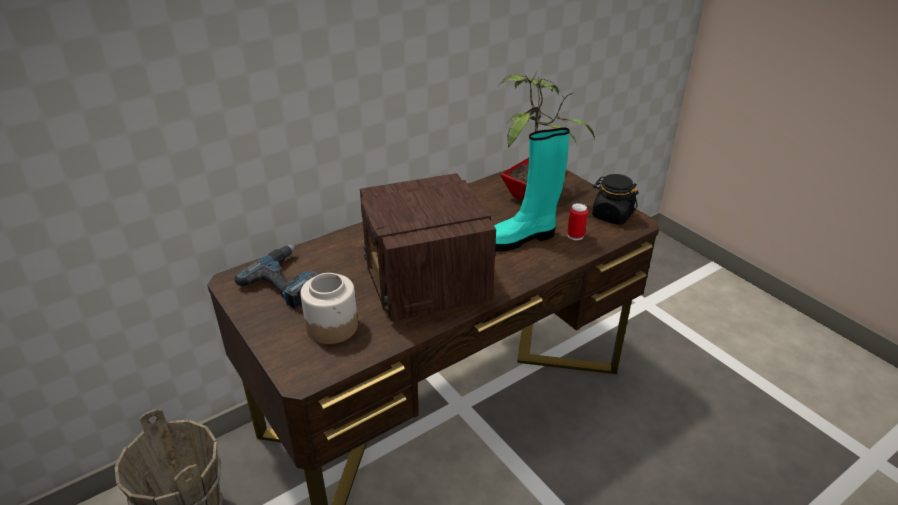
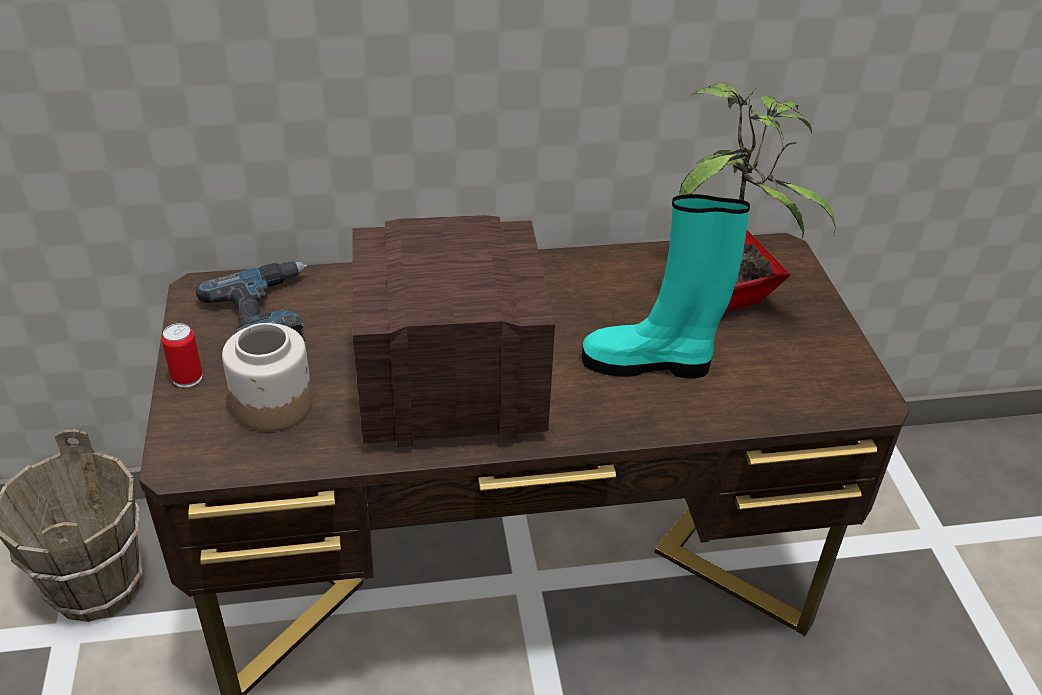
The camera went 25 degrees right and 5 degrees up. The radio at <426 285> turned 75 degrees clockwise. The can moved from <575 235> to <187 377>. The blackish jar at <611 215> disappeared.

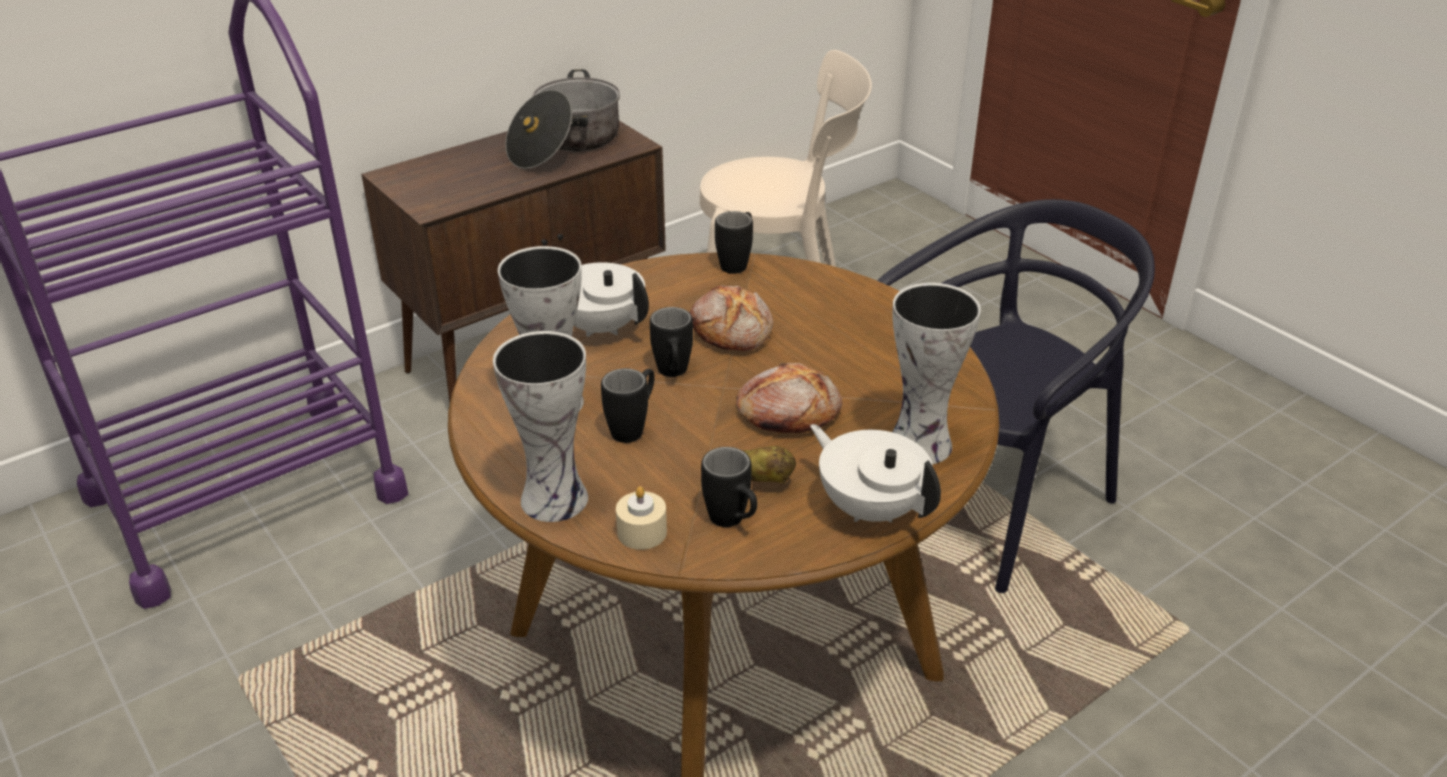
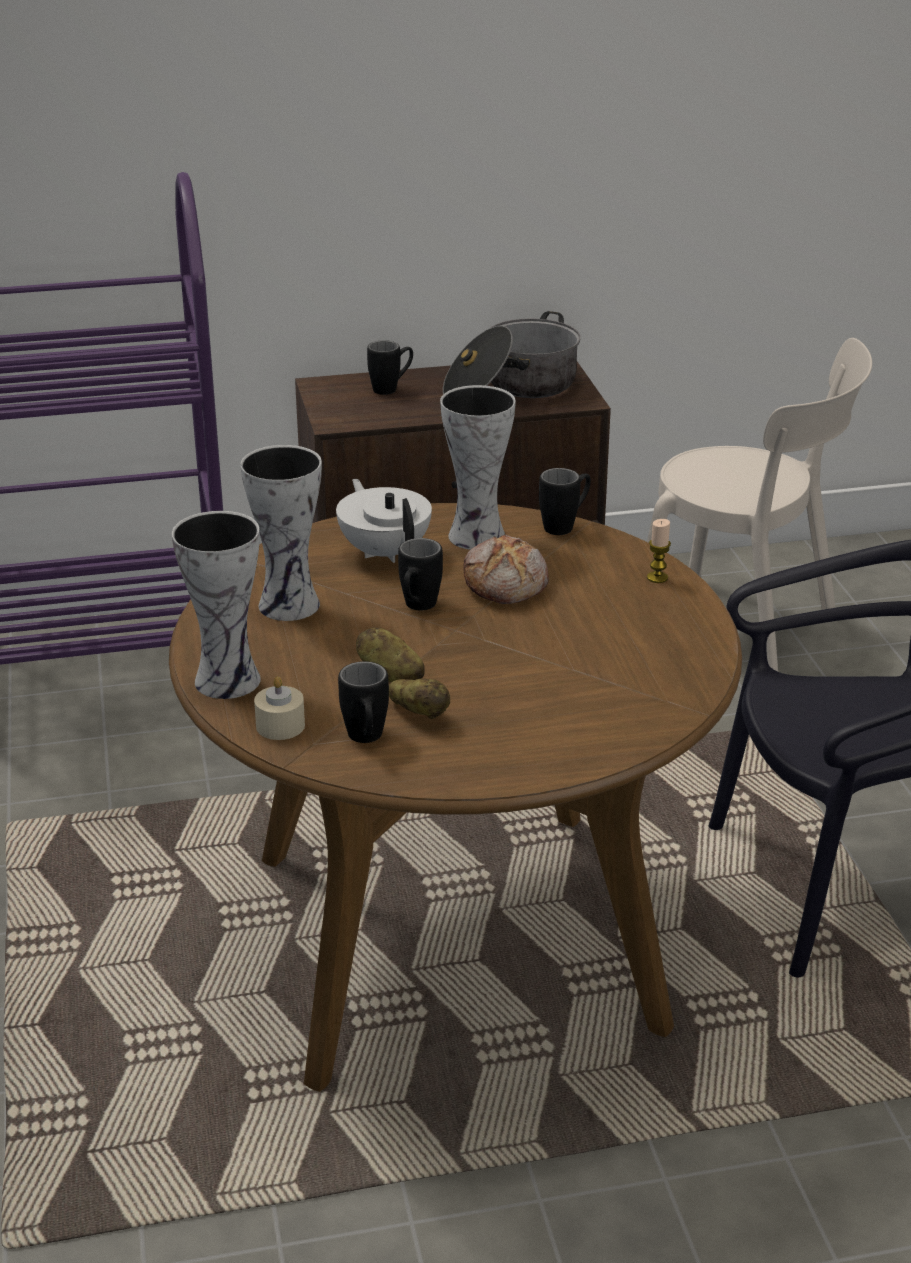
The camera went 25 degrees right and 5 degrees down. The blackish tea mug moved from <633 427> to <391 388>. The bakery bread at <787 412> disappeared. The white-coloured teapot at <870 507> disappeared. The vase moved from <919 446> to <475 537>. The whole potato at <389 674> appeared. The candle at <657 577> appeared.

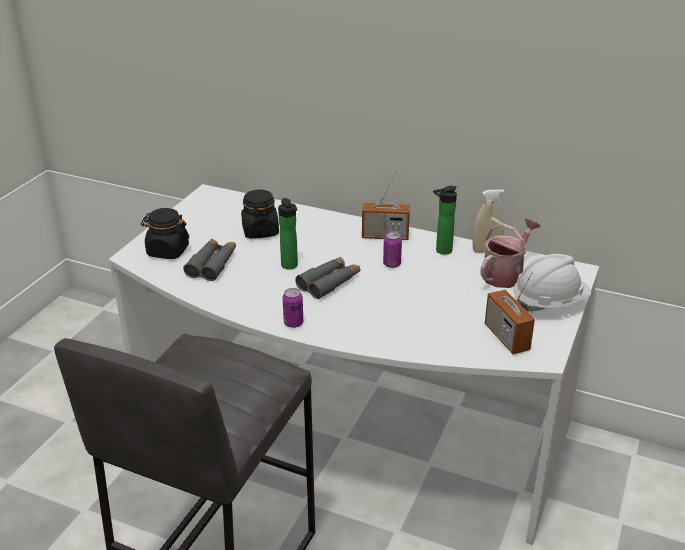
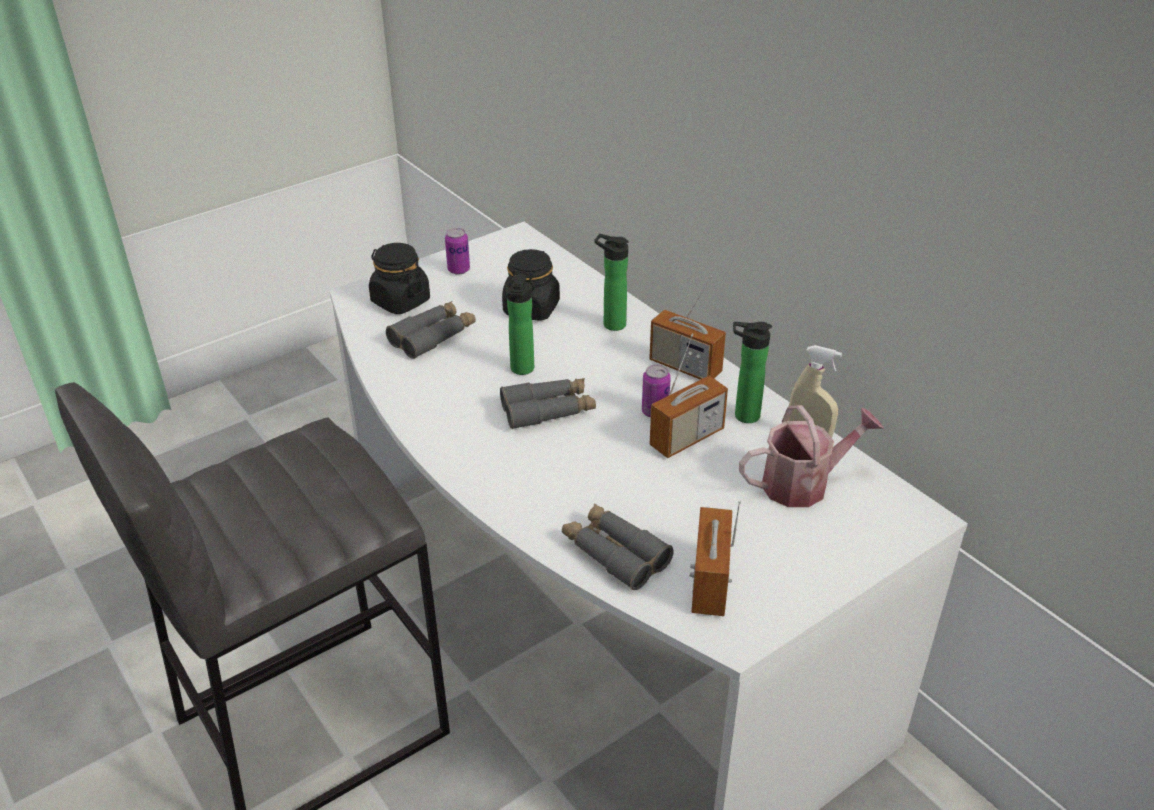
The camera went 30 degrees right and 5 degrees up. The can moved from <293 323> to <458 270>. The white-coloured work helmet at <549 303> disappeared. The greyish field glasses at <614 553> appeared. The drink bottle at <611 324> appeared. The radio at <687 438> appeared.

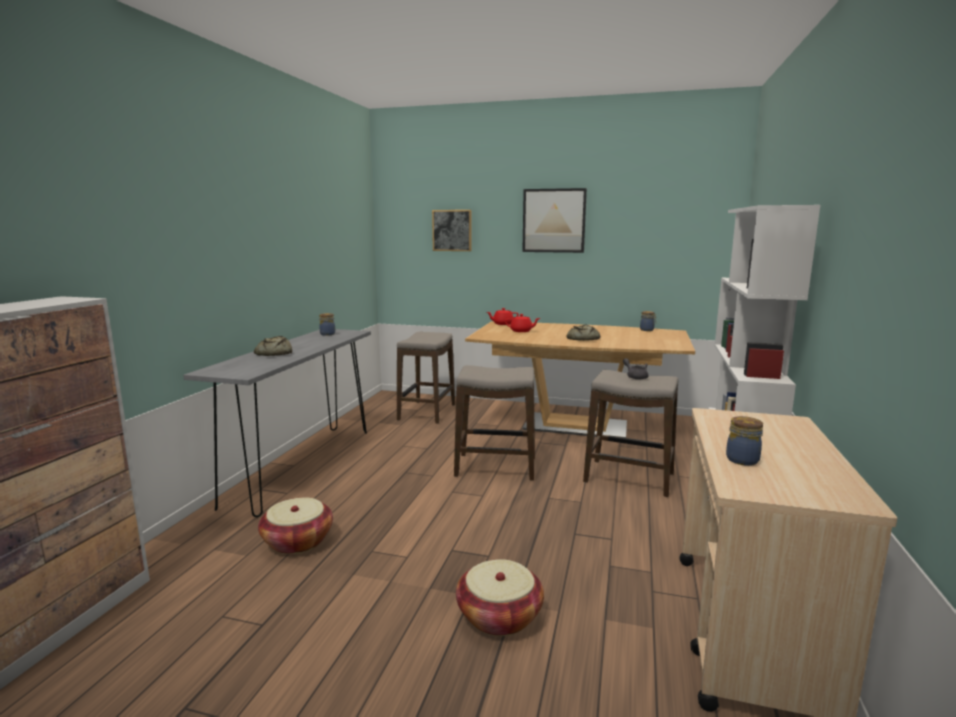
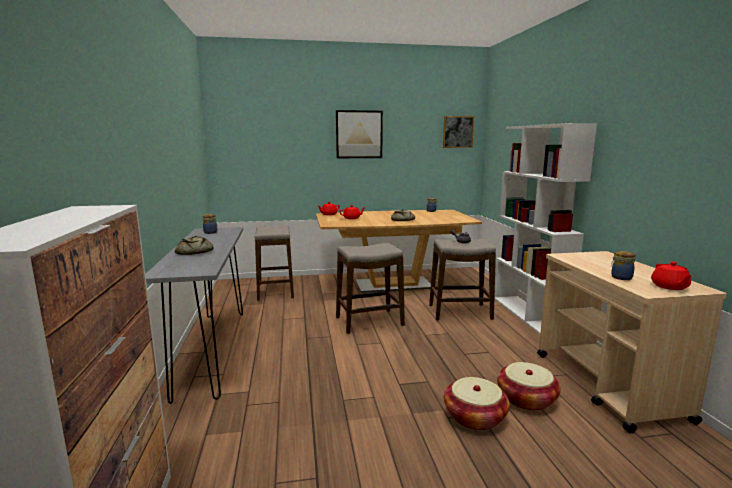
The camera went 25 degrees left and 0 degrees up. The basket moved from <298 541> to <526 399>. The wall picture moved from <452 230> to <458 132>. The reddish teapot at <669 287> appeared.

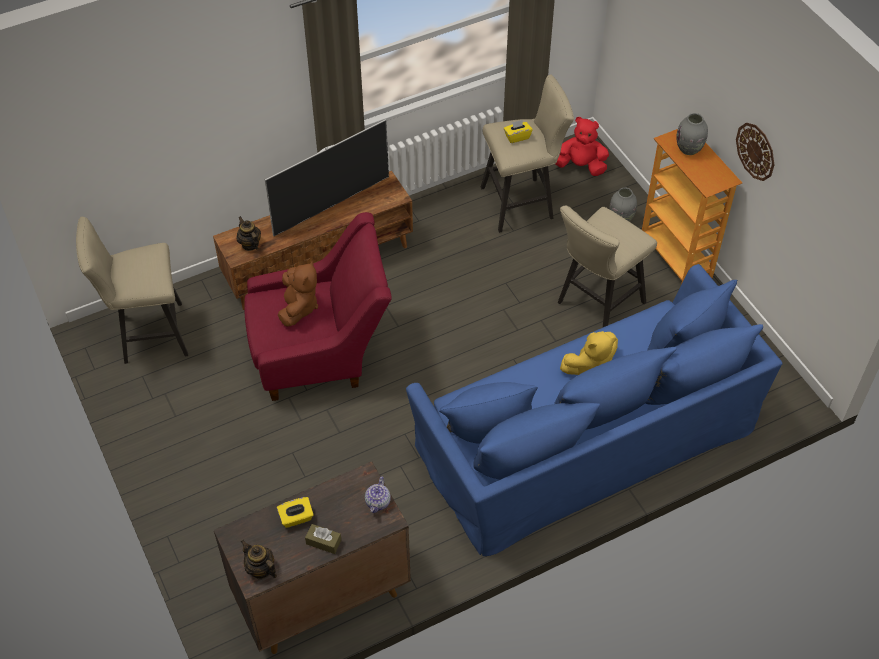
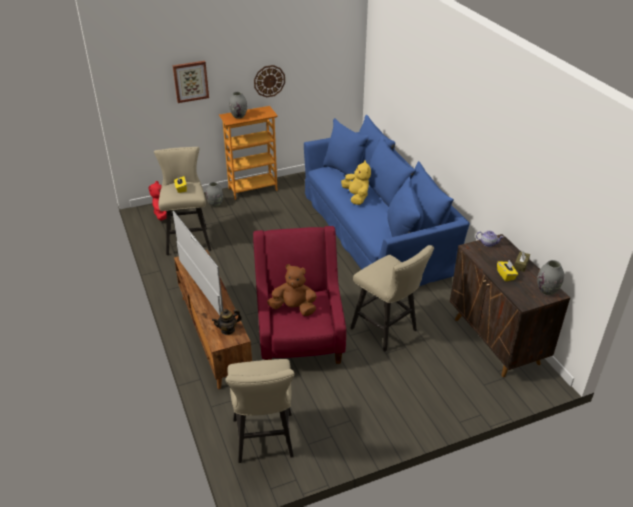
The camera went 85 degrees left and 15 degrees down. The teapot at <260 569> was replaced by the greyish vase at <547 290>. The beige-coloured sitting stool moved from <596 305> to <387 331>. The wall picture at <190 81> appeared.

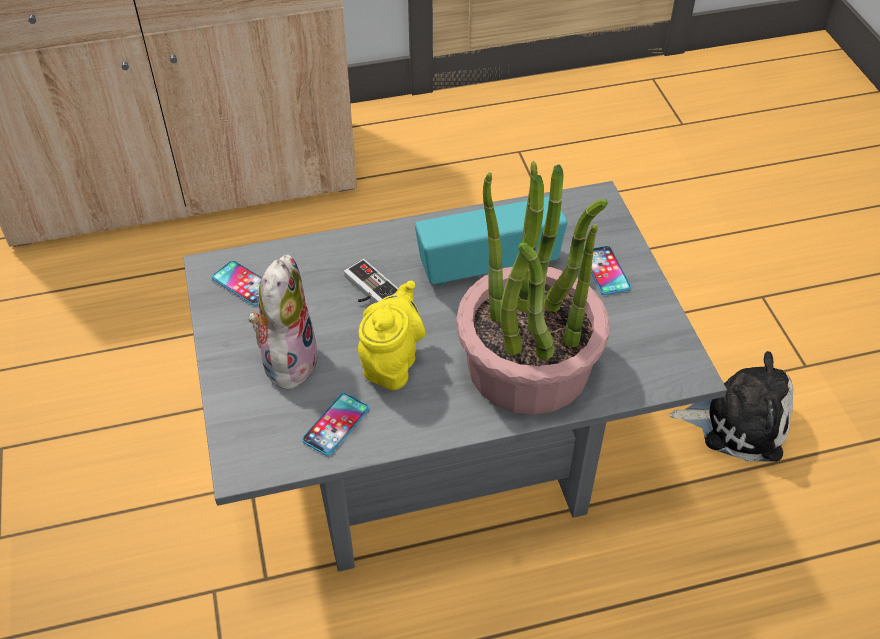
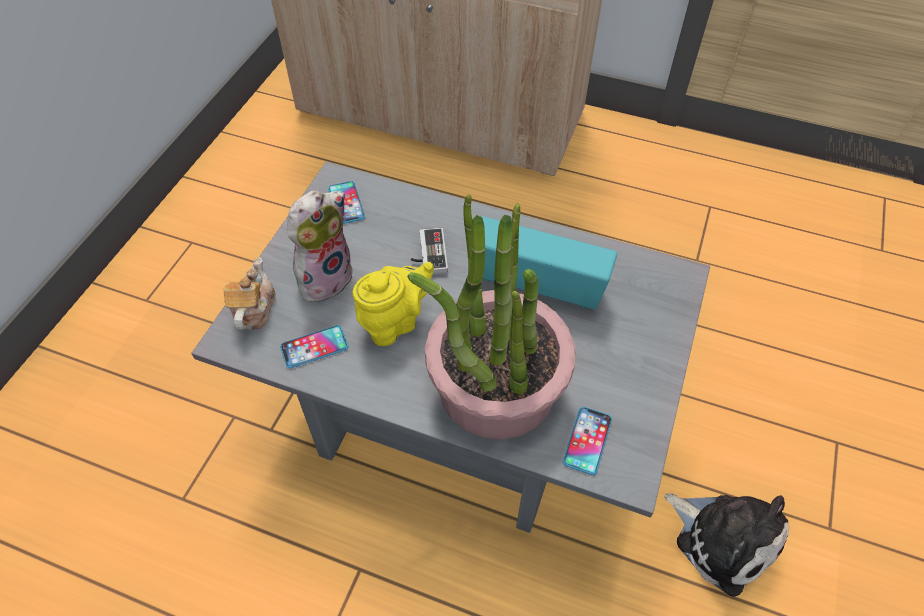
The camera went 35 degrees right and 5 degrees up. The telephone moved from <605 271> to <587 440>. The teapot at <254 309> appeared.

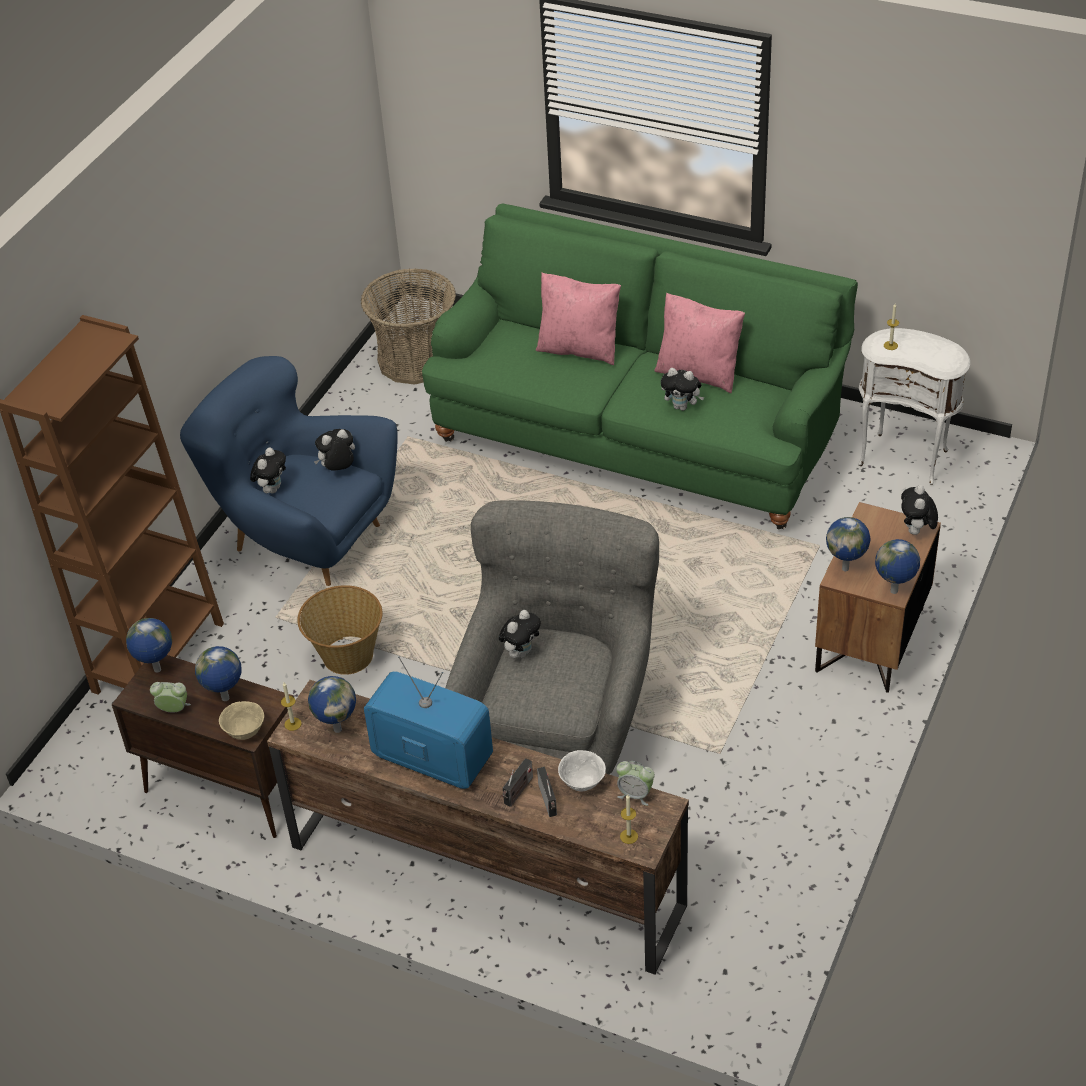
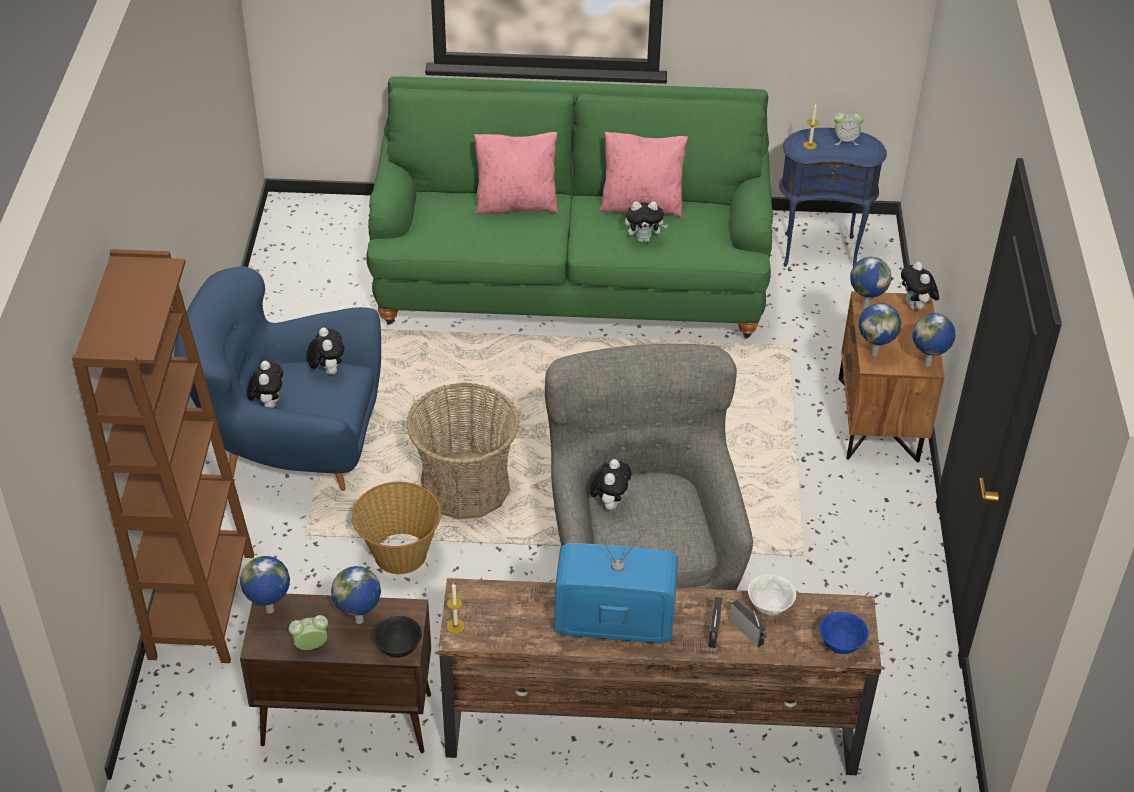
The camera went 25 degrees left and 0 degrees up. The beige-coloured bowl at <244 732> became the blackish bowl at <398 648>. The globe moved from <337 729> to <864 306>. The cuddly toy at <338 470> turned 120 degrees clockwise. The basket moved from <415 359> to <465 486>. The alarm clock moved from <635 794> to <845 140>. The candle at <629 836> was replaced by the blue-coloured bowl at <840 645>. The white-coloured side table at <905 457> became the blue-coloured side table at <819 250>.

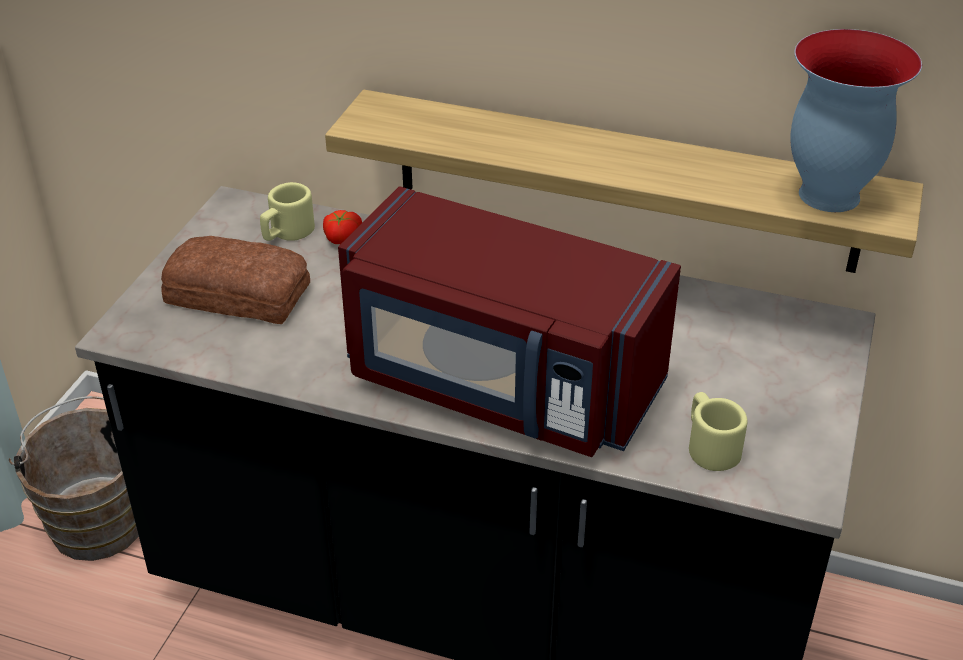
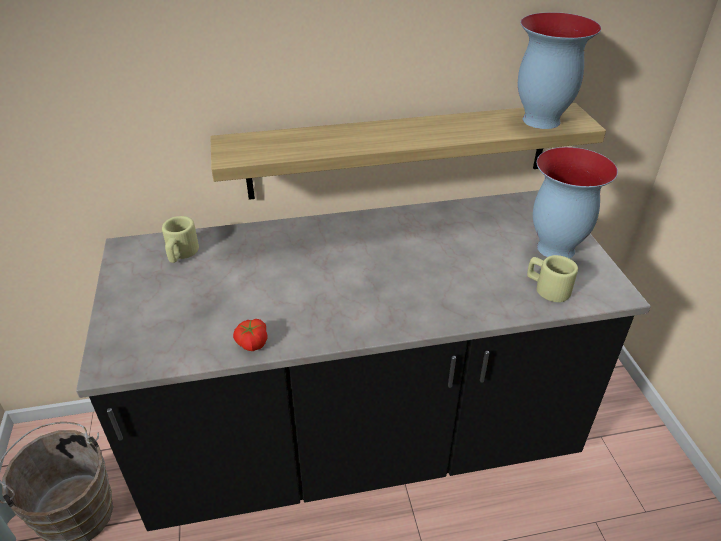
The camera went 30 degrees left and 0 degrees up. The bakery bread at <237 292> disappeared. The tomato moved from <341 238> to <251 343>. The reddish kitchen microwave at <500 384> disappeared. The vase at <554 248> appeared.

